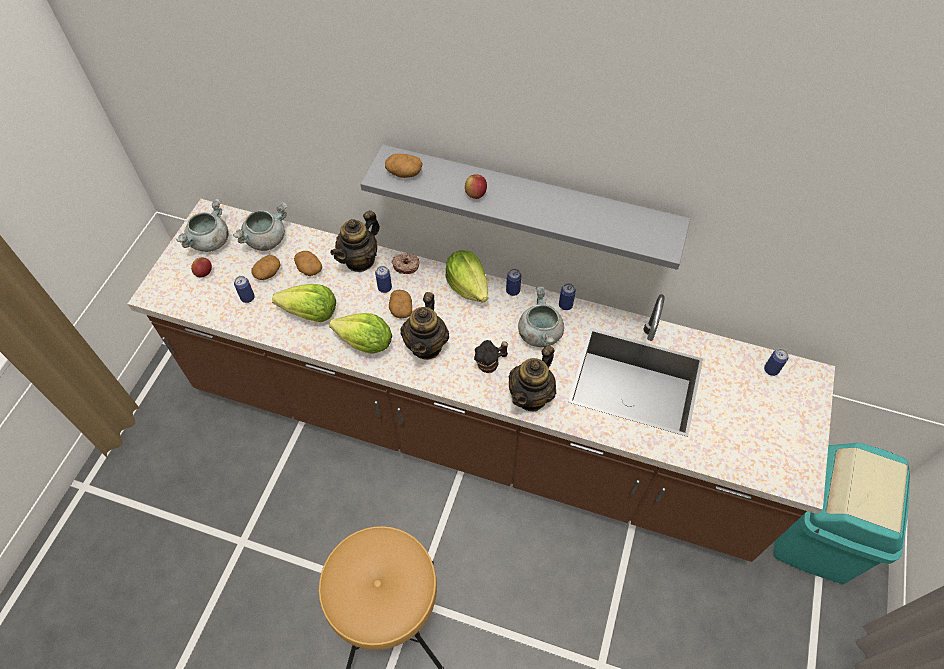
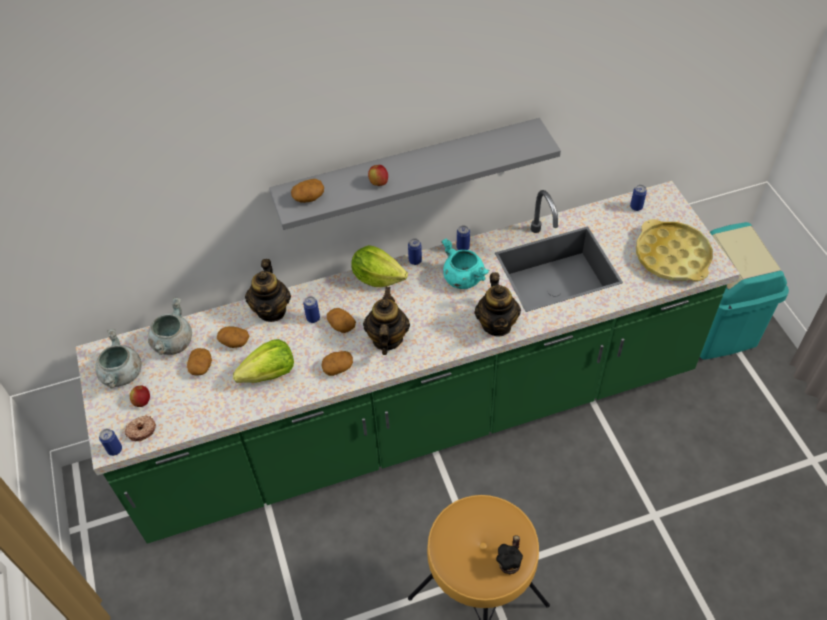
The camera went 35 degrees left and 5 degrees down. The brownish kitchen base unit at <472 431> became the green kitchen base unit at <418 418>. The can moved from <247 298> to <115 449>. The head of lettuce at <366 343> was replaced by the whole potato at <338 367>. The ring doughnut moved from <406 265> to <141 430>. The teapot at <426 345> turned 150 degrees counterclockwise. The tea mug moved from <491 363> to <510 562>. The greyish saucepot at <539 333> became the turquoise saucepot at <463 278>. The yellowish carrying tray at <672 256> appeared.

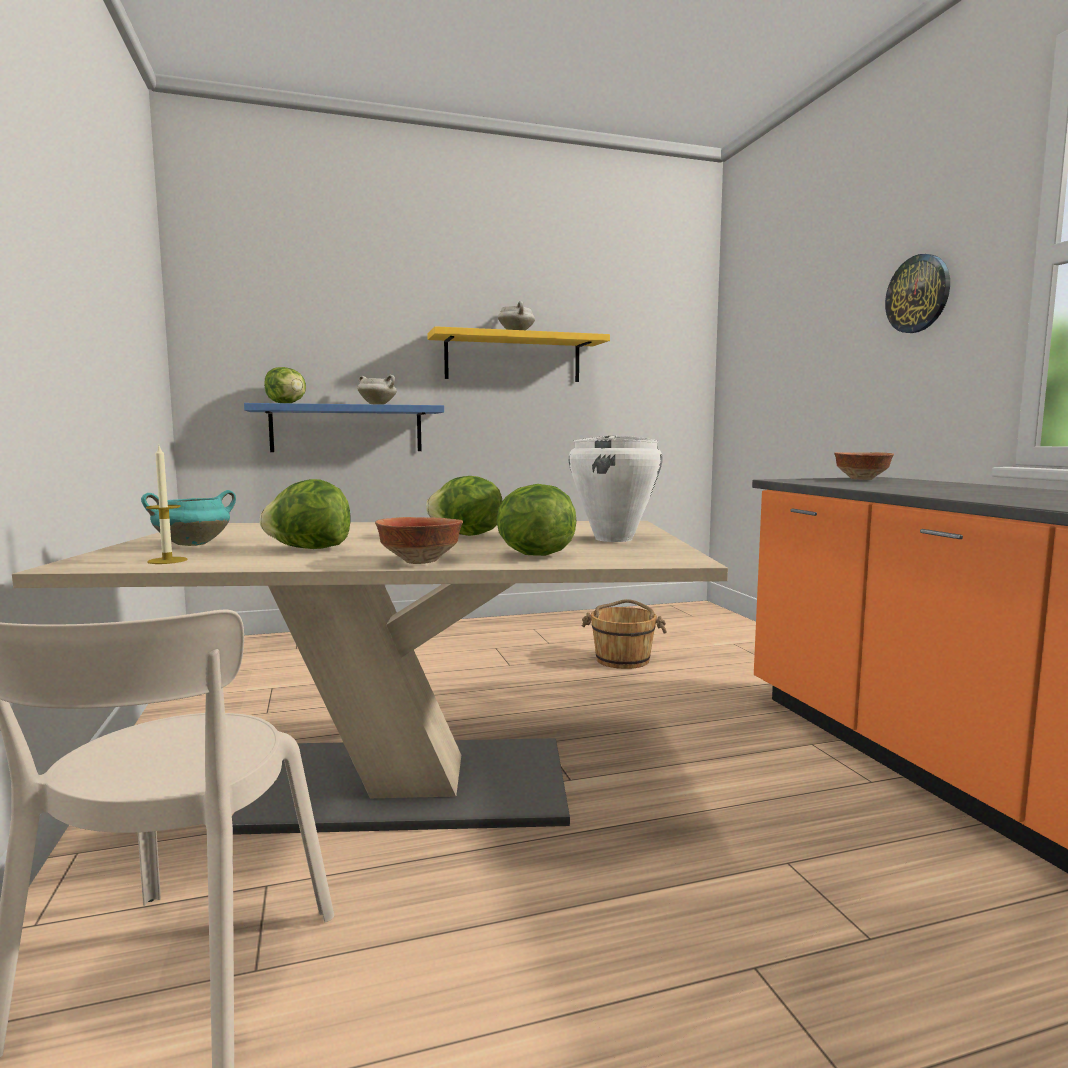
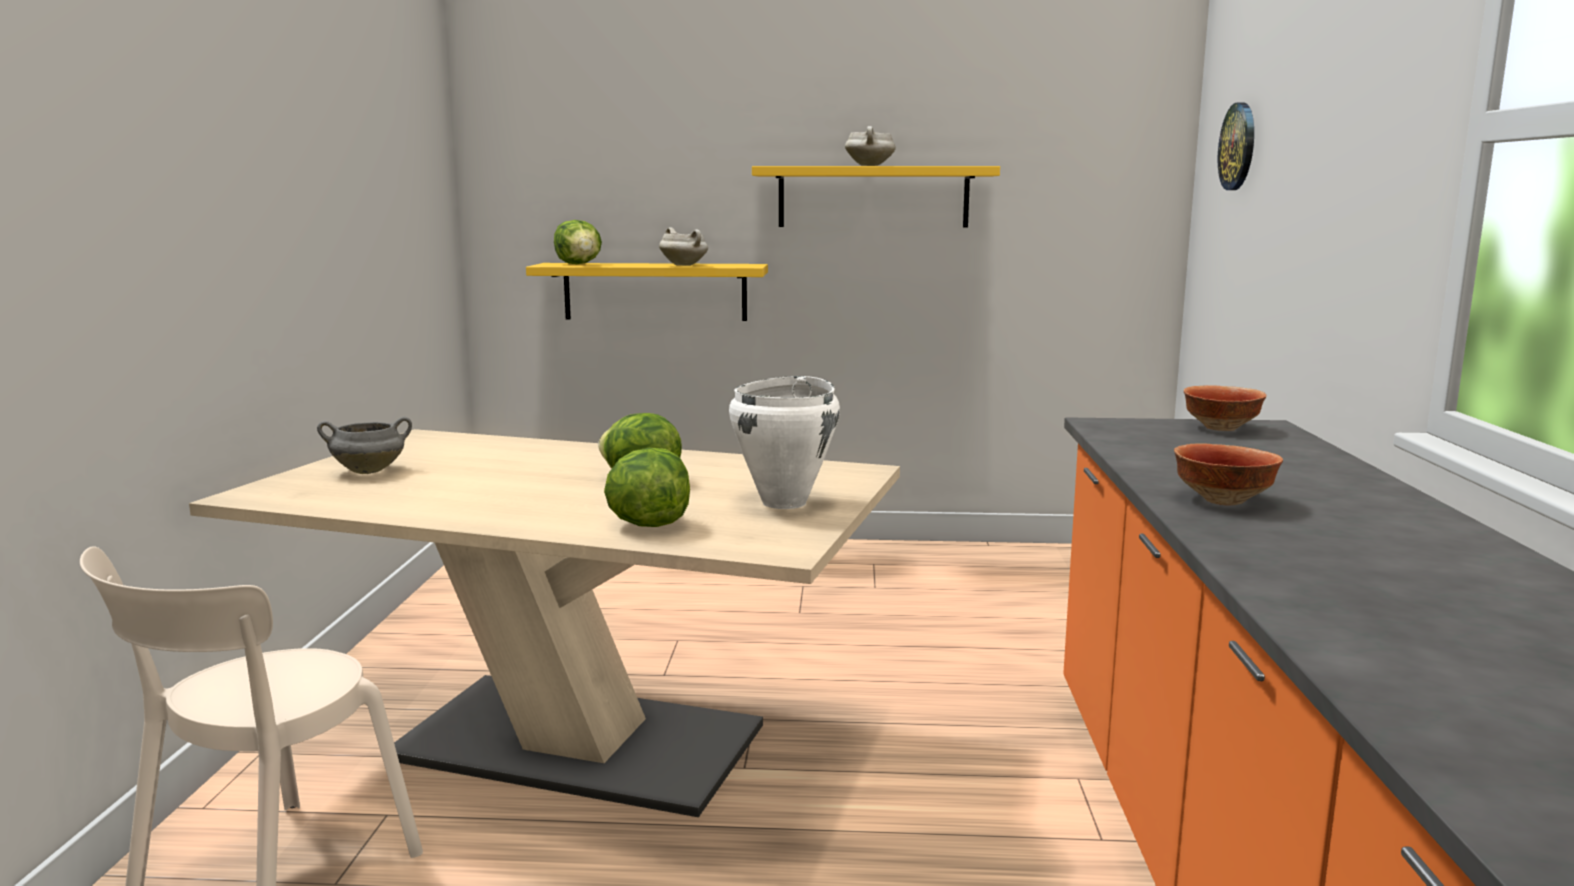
The camera went 20 degrees right and 5 degrees up. The turquoise saucepot at <193 544> became the greyish saucepot at <369 471>. The candle at <167 560> disappeared. The blue-coloured wall shelf at <347 428> became the yellowish wall shelf at <655 291>. The head of lettuce at <309 549> disappeared. The bowl moved from <419 561> to <1221 500>. The brownish bucket at <623 659> disappeared. The hanging clock moved from <918 294> to <1238 146>.

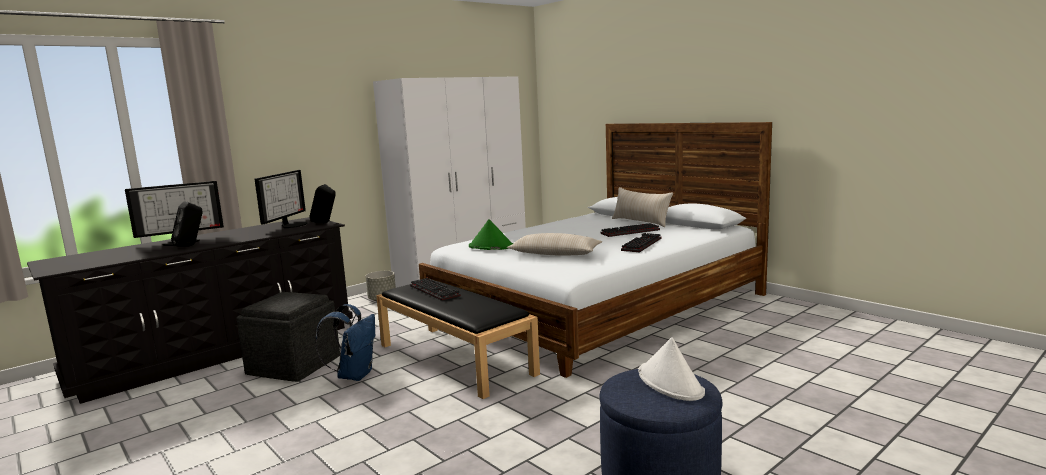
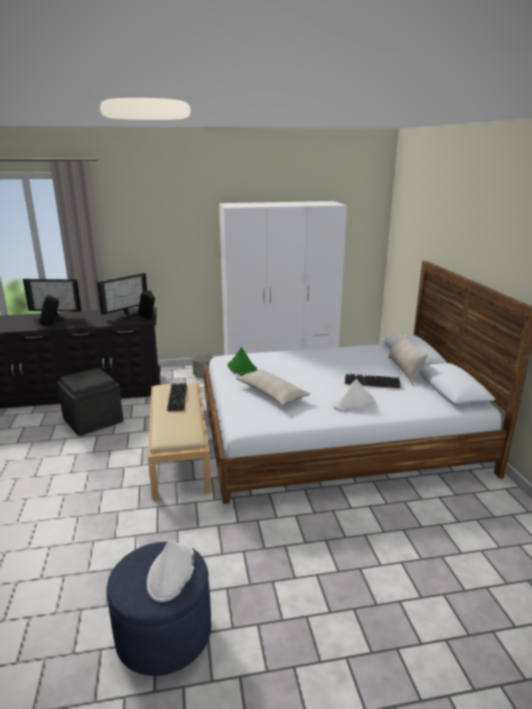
The camera went 30 degrees right and 10 degrees up. The blue-coloured rucksack at <354 375> disappeared. The blackish indoor bench at <456 359> became the beige-coloured indoor bench at <180 453>. The PC keyboard at <641 244> was replaced by the white-coloured hat at <354 403>.

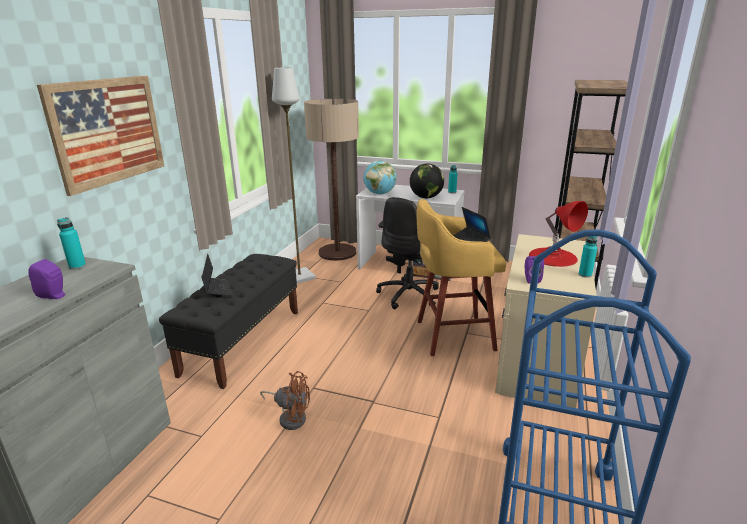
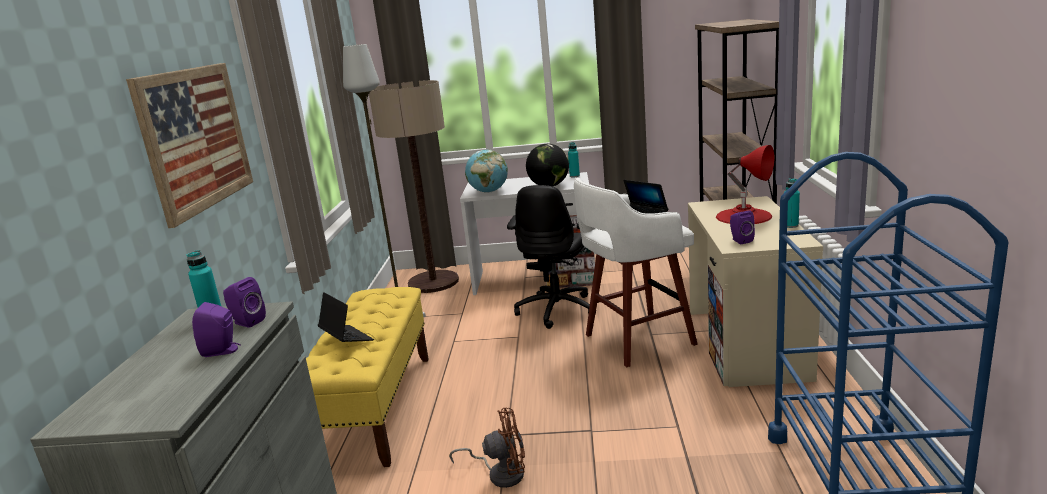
The camera went 15 degrees left and 5 degrees down. The blackish indoor bench at <243 341> became the yellowish indoor bench at <377 407>. The yellowish sitting stool at <452 335> became the white-coloured sitting stool at <636 340>. The purplish loudspeaker at <247 322> appeared.

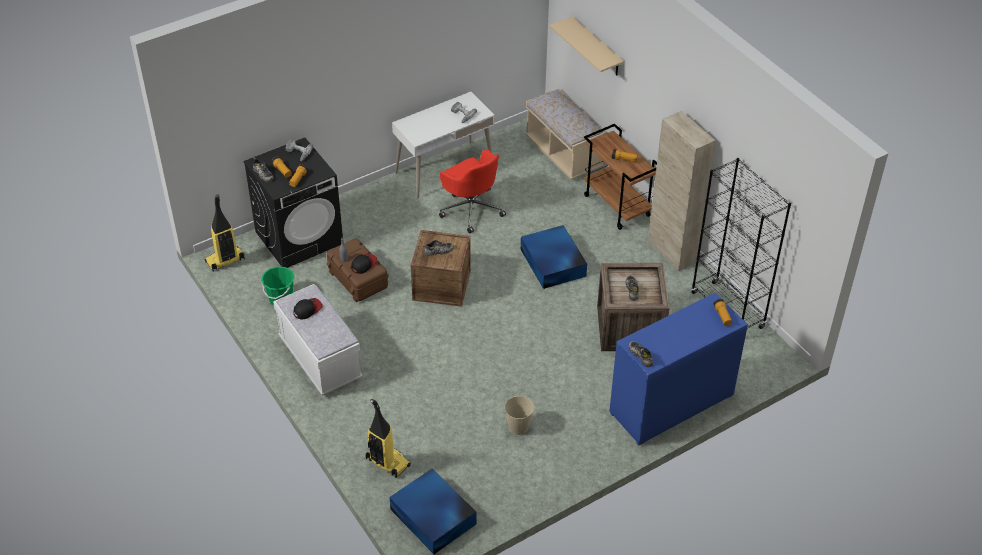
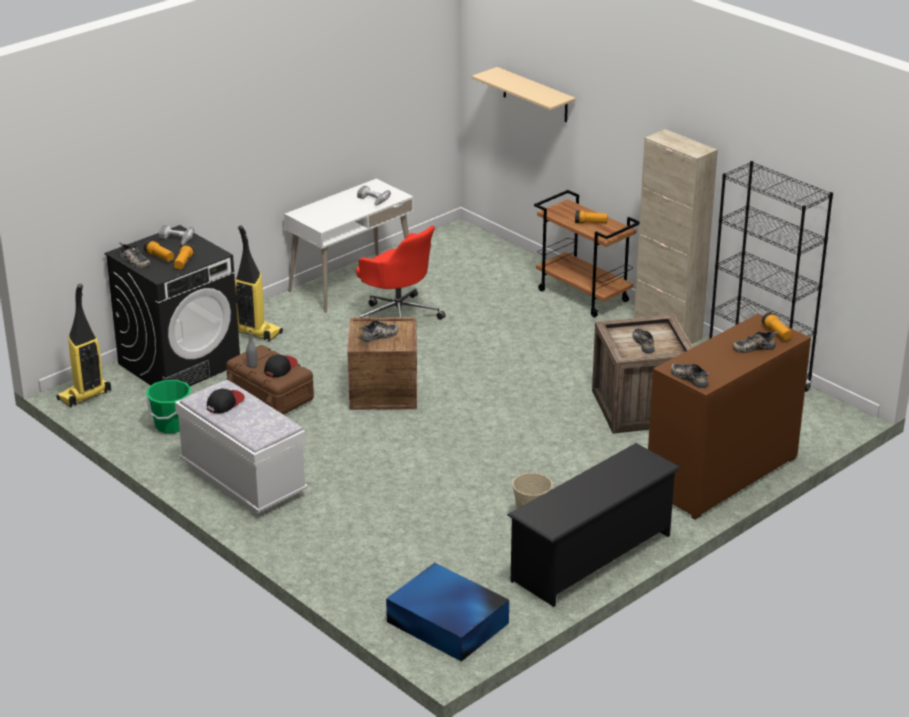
The camera went 10 degrees left and 15 degrees down. The hoover moved from <387 462> to <256 332>. The blue-coloured storage container at <553 263> disappeared. The beige-coloured indoor bench at <563 153> disappeared. The blue-coloured chest of drawers at <671 404> became the brownish chest of drawers at <722 475>. The blackish shoe rack at <592 558> appeared. The item of footwear at <754 347> appeared.

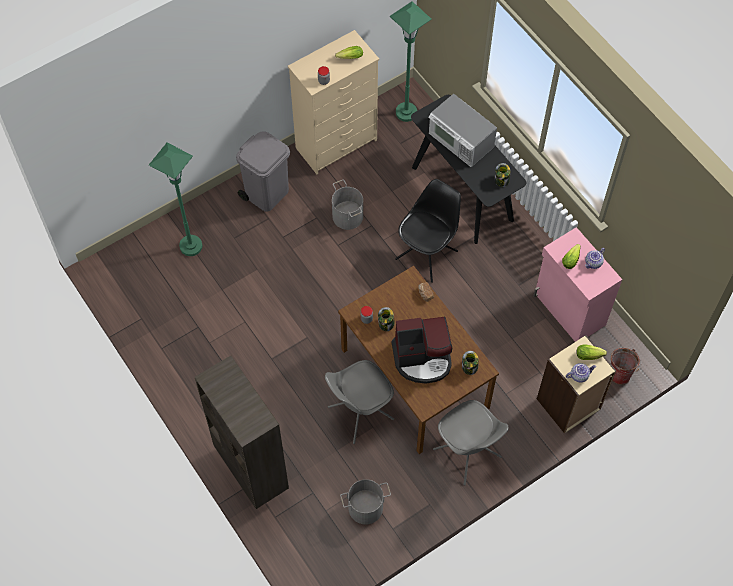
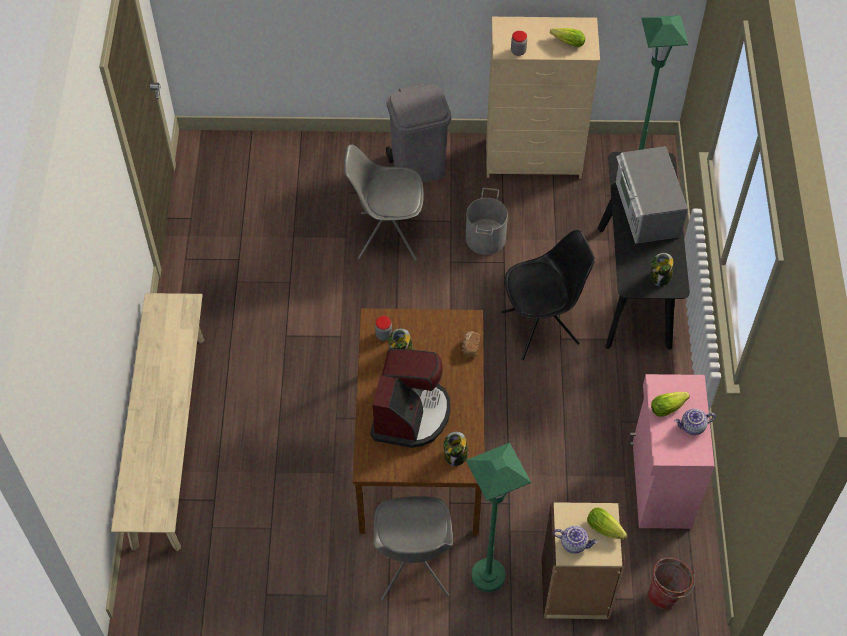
The camera went 35 degrees right and 5 degrees down. The green floor lamp moved from <191 246> to <488 576>. The brownish shelving unit at <251 473> was replaced by the beige-coloured indoor bench at <169 439>. The greyish plain chair moved from <359 413> to <386 236>. The greyish bucket at <365 507> disappeared. The coffee maker at <422 358> turned 105 degrees counterclockwise.

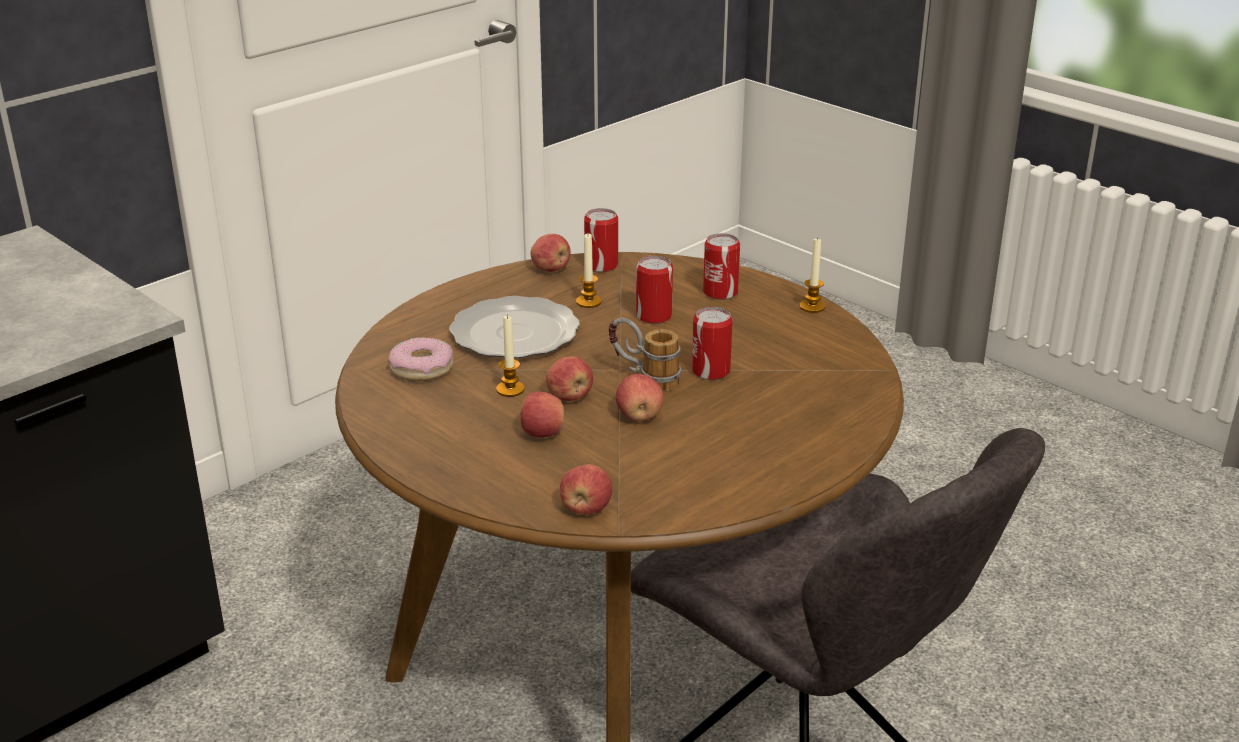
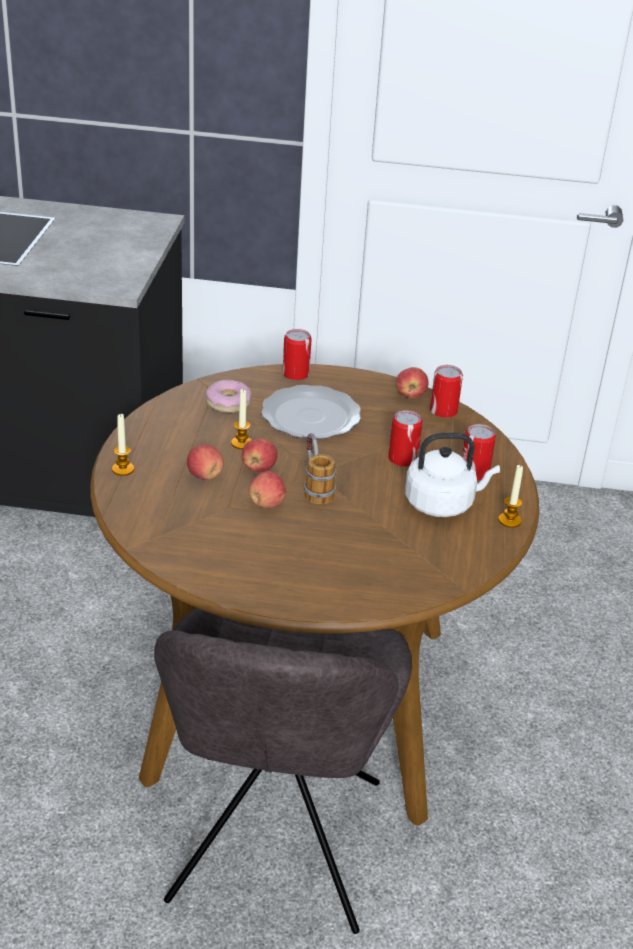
The camera went 50 degrees right and 5 degrees up. The apple at <586 509> disappeared. The candle moved from <588 302> to <123 469>. The can moved from <710 371> to <295 374>. The white-coloured tea kettle at <442 504> appeared.

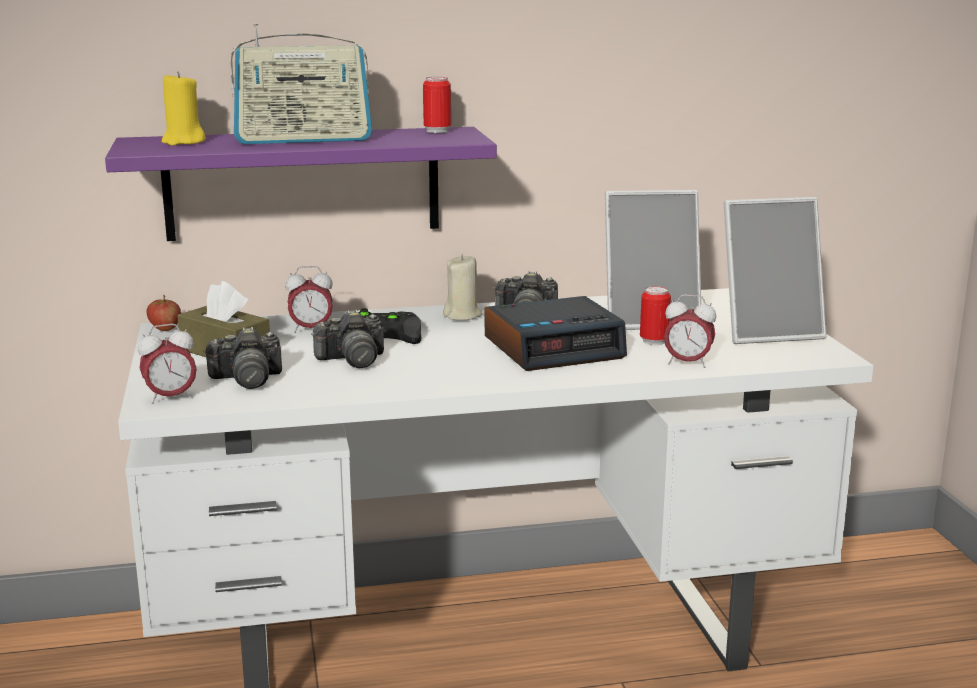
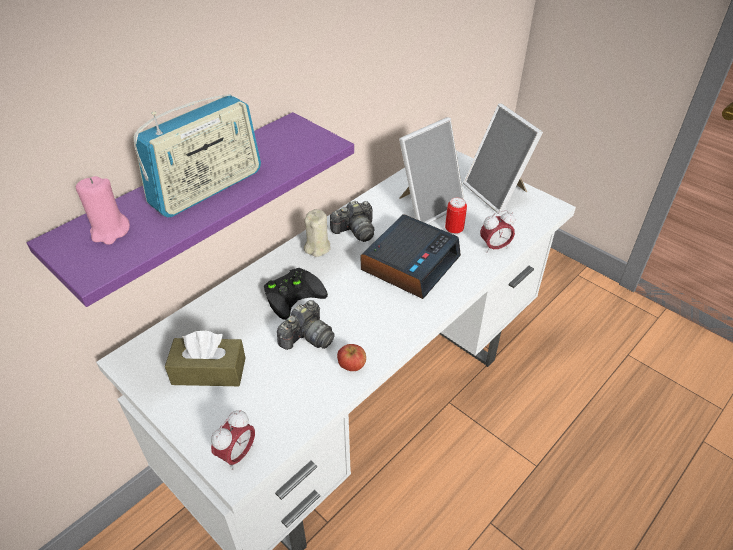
The camera went 35 degrees left and 25 degrees up. The apple moved from <165 329> to <352 366>. The yellowish candle at <183 142> became the pinkish candle at <110 232>. The still camera at <247 379> disappeared. The alarm clock at <311 330> disappeared. The can at <437 131> disappeared. The picture frame at <768 332> turned 105 degrees clockwise.

